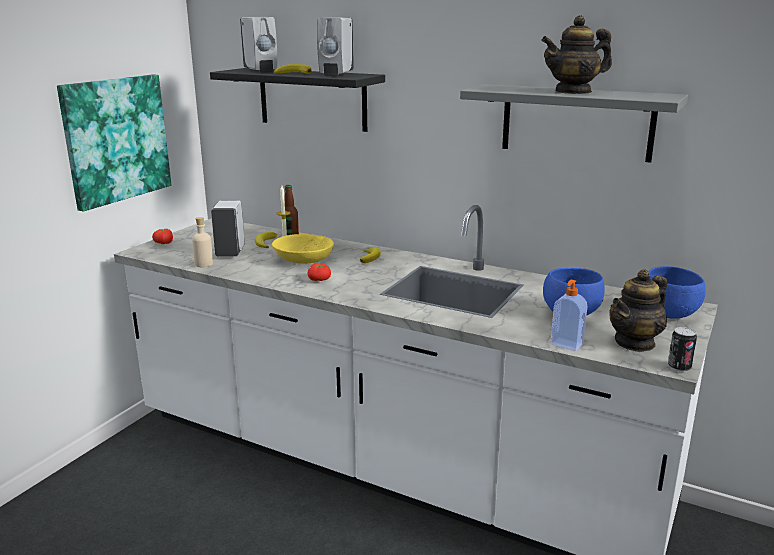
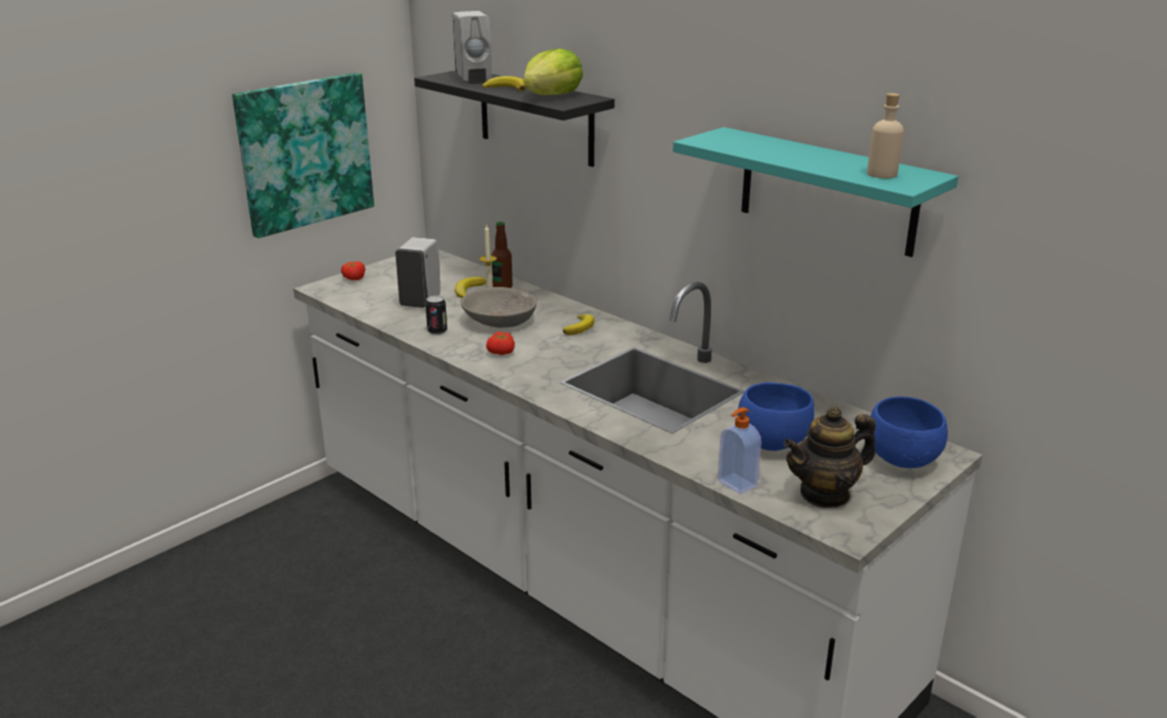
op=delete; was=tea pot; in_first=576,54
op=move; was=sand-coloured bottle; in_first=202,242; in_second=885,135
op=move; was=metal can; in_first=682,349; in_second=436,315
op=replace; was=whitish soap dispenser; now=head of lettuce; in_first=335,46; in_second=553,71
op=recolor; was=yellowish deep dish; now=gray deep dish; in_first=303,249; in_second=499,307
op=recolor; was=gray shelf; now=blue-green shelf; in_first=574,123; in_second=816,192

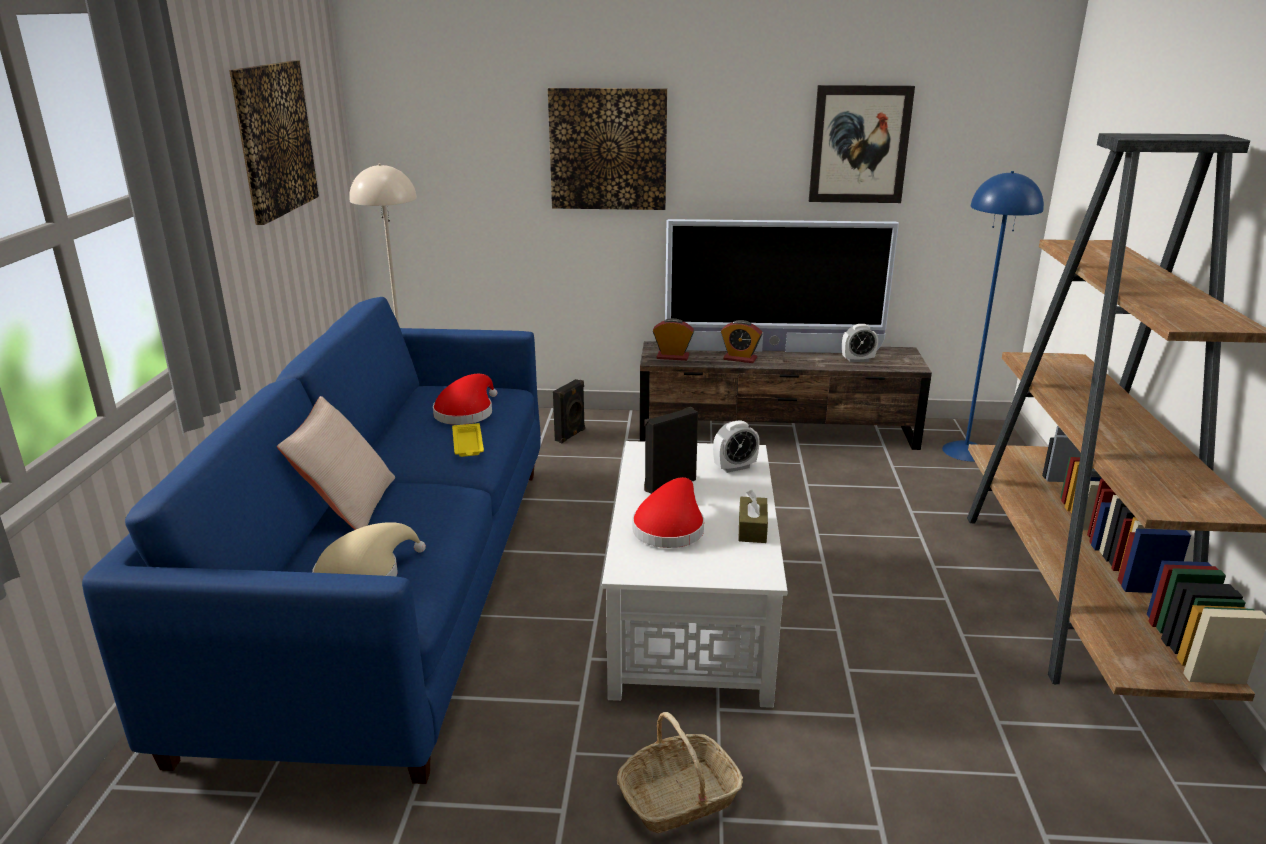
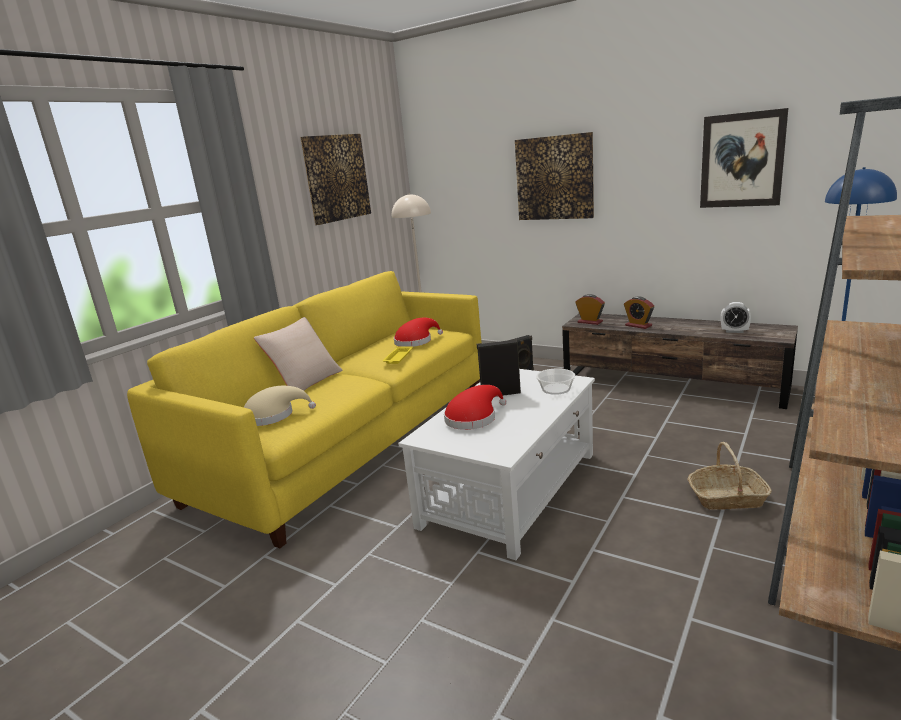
op=delete; was=TV set; in_first=782,286
op=delete; was=brown-coloured box of tissues; in_first=753,516
op=move; was=household basket; in_first=680,772; in_second=729,476
op=replace; was=alarm clock; now=deep dish; in_first=736,446; in_second=555,381
op=recolor; was=blue-coloured couch; now=yellowish couch; in_first=311,540; in_second=304,409

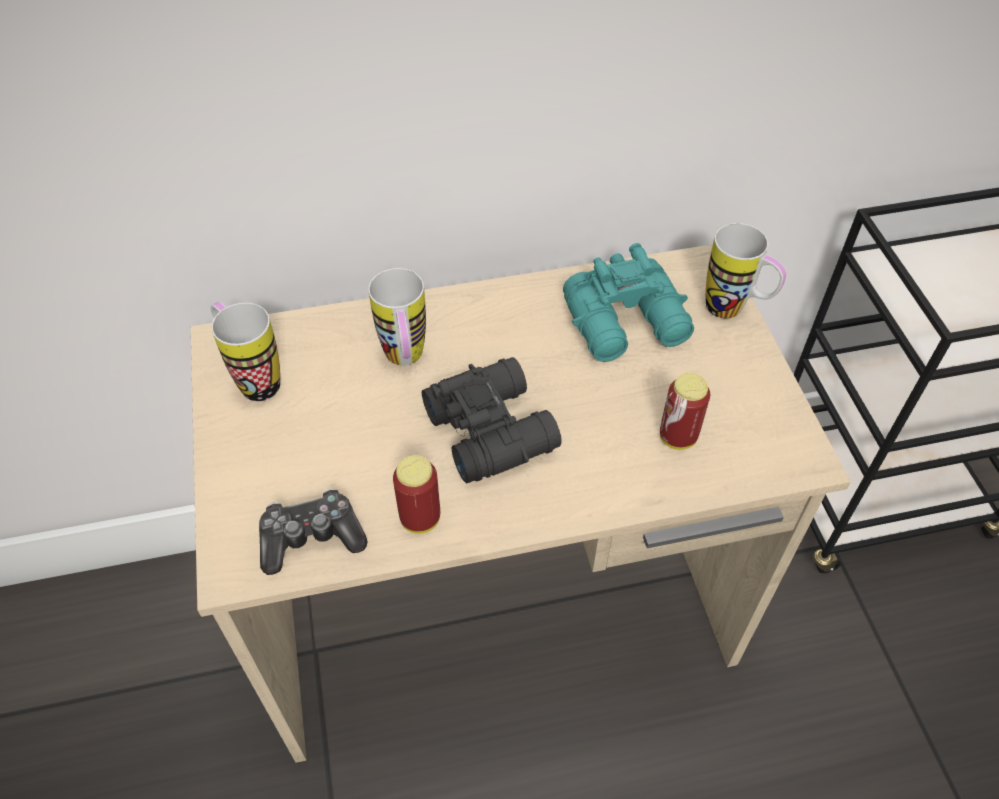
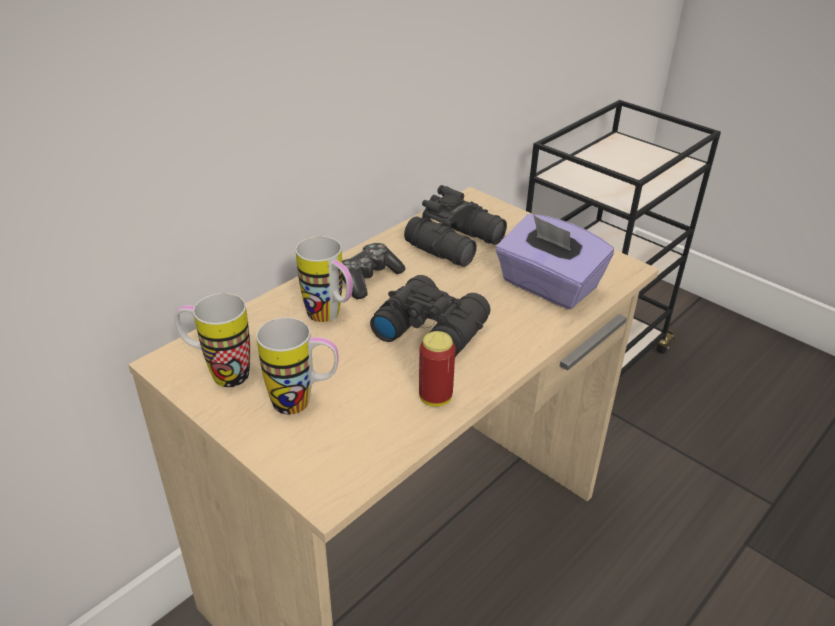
op=move; was=joypad; in_first=313,531; in_second=373,271
op=move; was=tea mug; in_first=746,271; in_second=297,366
op=replace; was=metal can; now=purplish box of tissues; in_first=685,411; in_second=555,262
op=recolor; was=blue-green field glasses; now=black-coloured field glasses; in_first=628,302; in_second=455,225

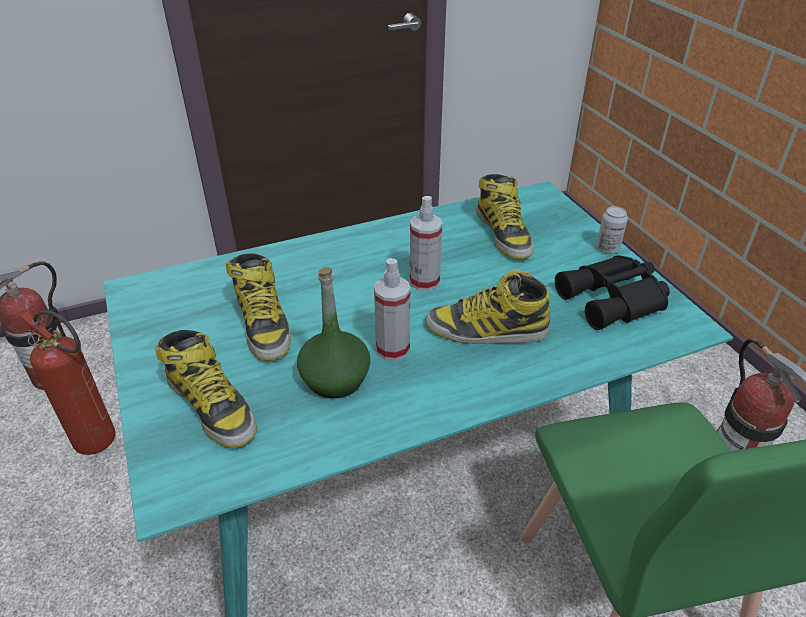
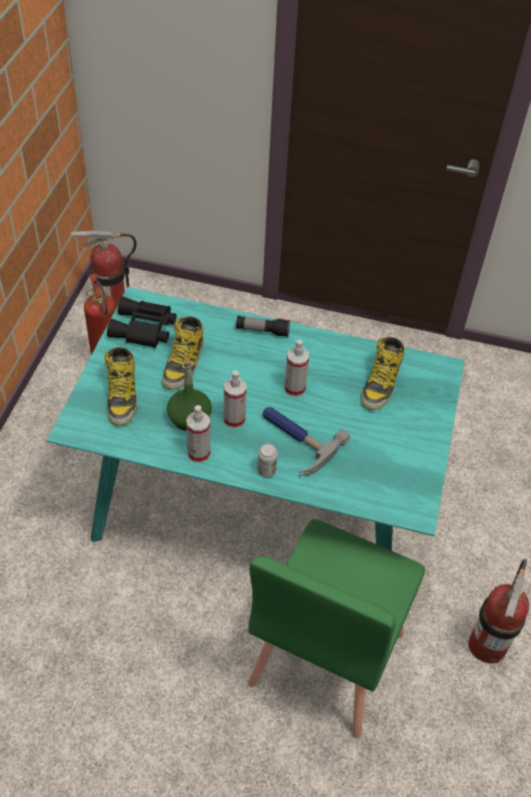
op=insert; now=hand sprayer; in_second=198,434
op=insert; now=hand torch; in_second=263,326
op=move; was=black-coloured field glasses; in_first=612,292; in_second=142,322
op=move; was=metal can; in_first=612,230; in_second=267,460
op=replace; was=tall boot; now=hammer; in_first=487,307; in_second=307,441

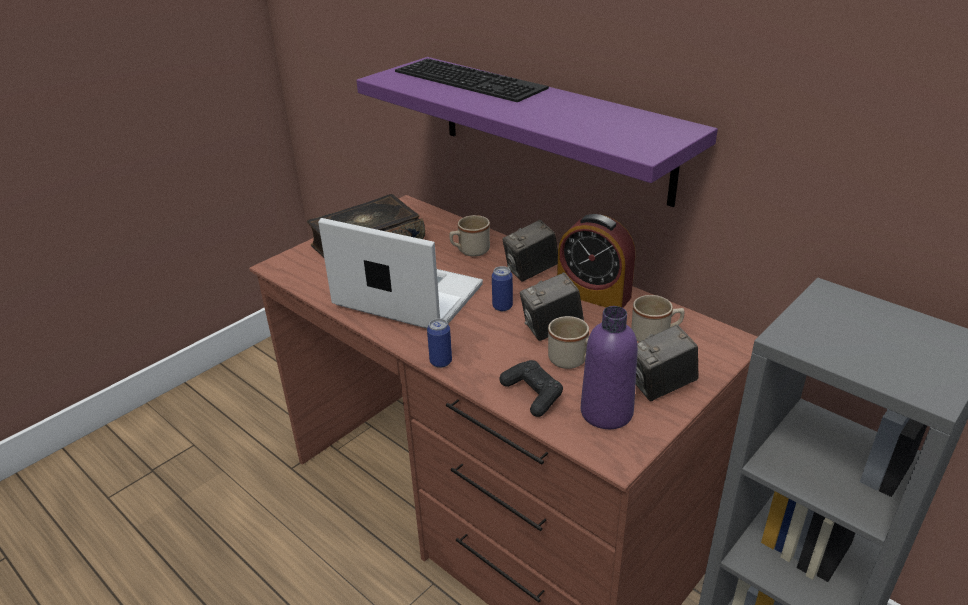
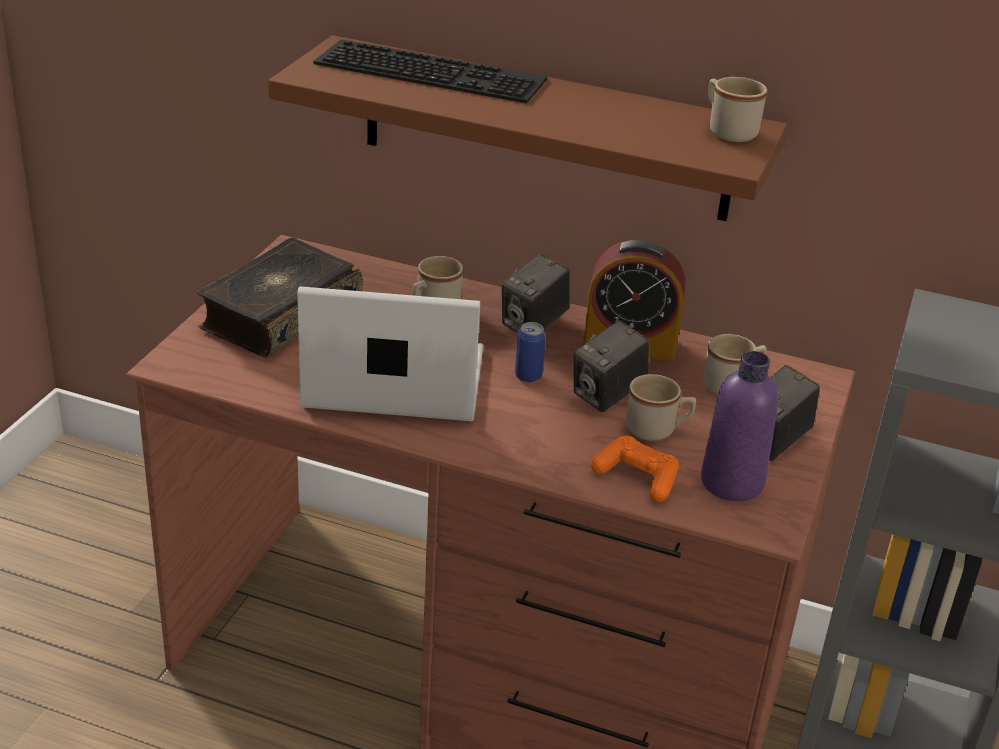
op=delete; was=metal can; in_first=439,343
op=insert; now=sand-coloured tea mug; in_second=737,109
op=recolor; was=purplish shelf; now=brown-coloured shelf; in_first=537,132; in_second=528,128
op=recolor; was=black-coloured joypad; now=orangey joypad; in_first=531,388; in_second=635,469

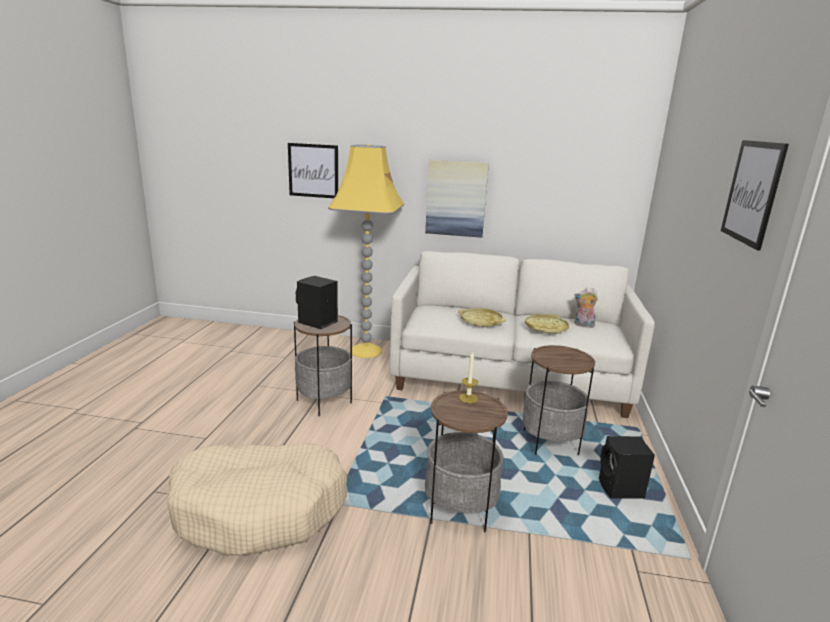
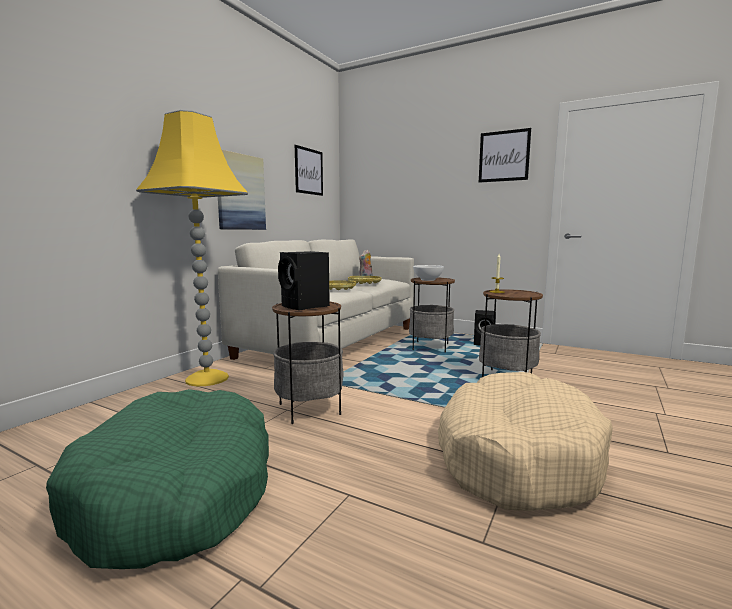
op=insert; now=green dog cushion; in_second=157,479
op=insert; now=whitish deep dish; in_second=428,273
op=move; was=wall art; in_first=313,170; in_second=309,170

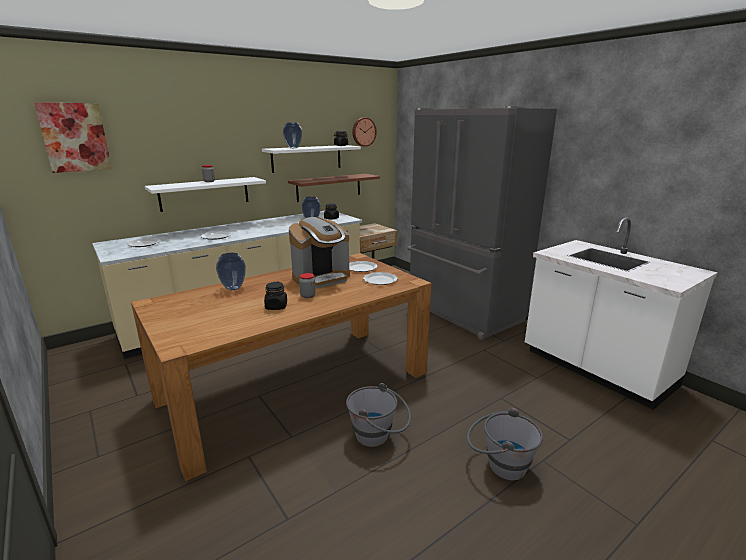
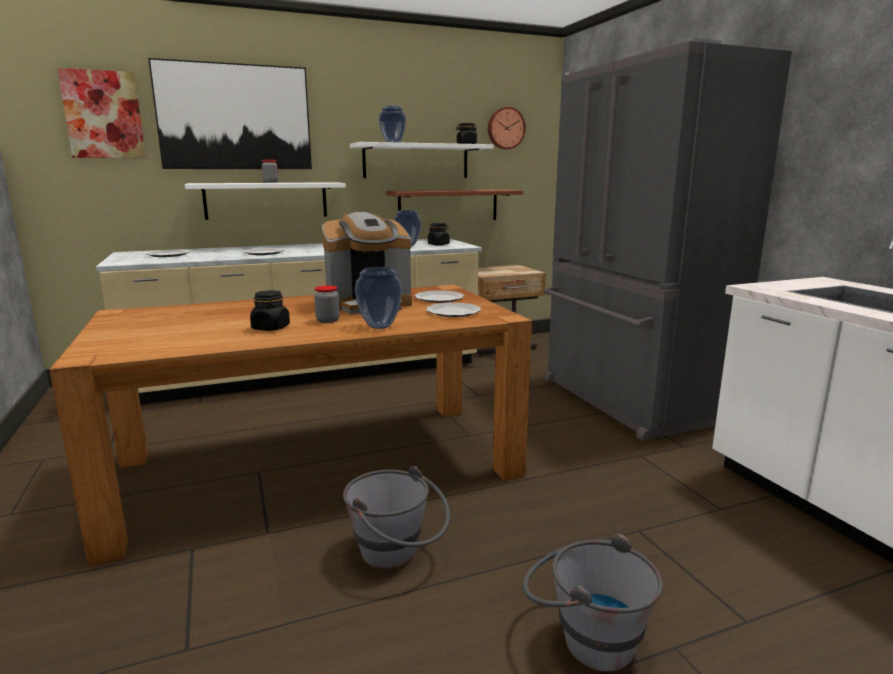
op=insert; now=wall art; in_second=230,113
op=move; was=decorative vase; in_first=231,271; in_second=378,298

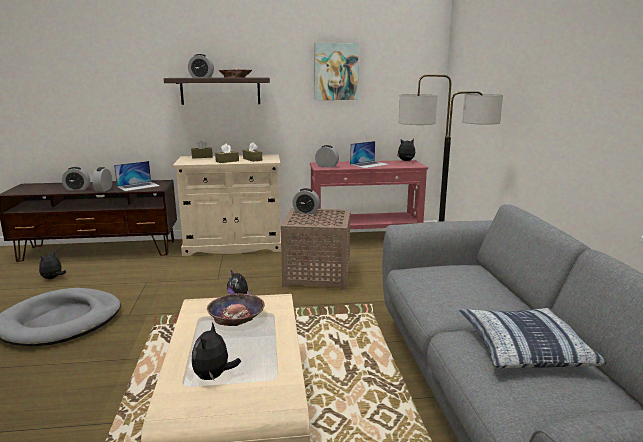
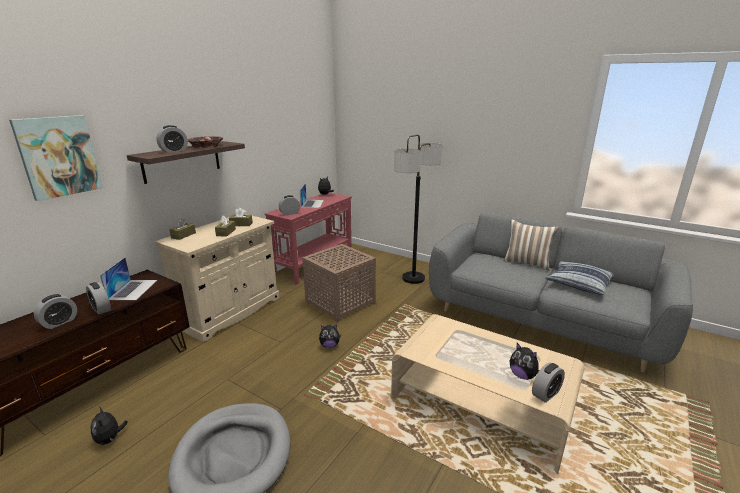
op=delete; was=deep dish; in_first=236,309
op=insert; now=cushion; in_second=531,245
op=move; was=alarm clock; in_first=306,201; in_second=548,383
op=move; was=wall art; in_first=336,71; in_second=56,158

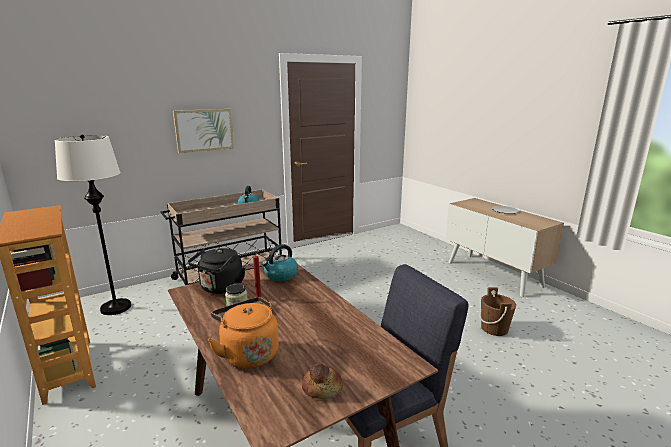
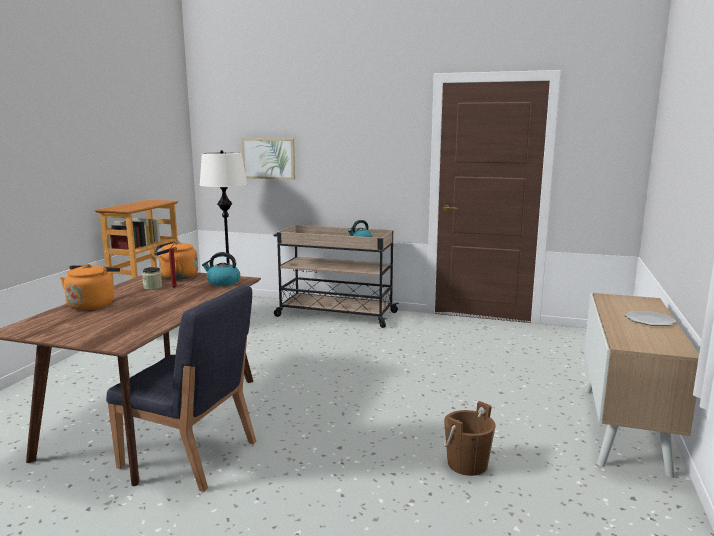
op=delete; was=bakery bread; in_first=322,381
op=move; was=wall art; in_first=203,131; in_second=268,159
op=recolor; was=black-coloured water kettle; now=orangey water kettle; in_first=217,271; in_second=176,260

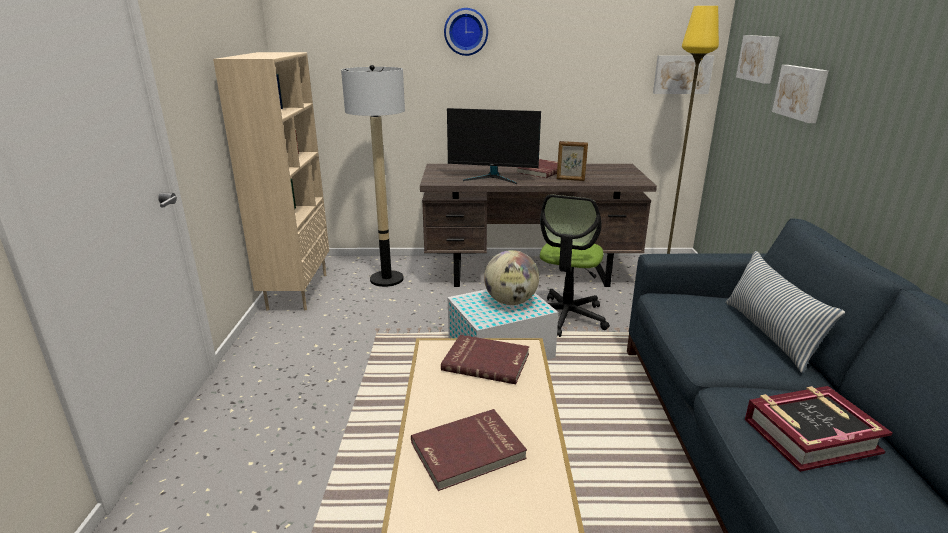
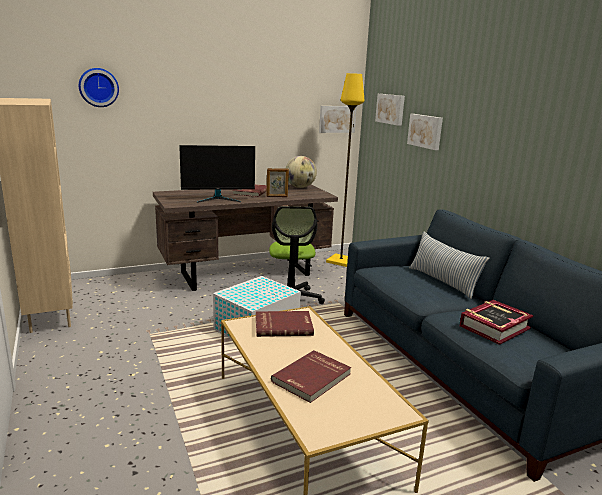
op=delete; was=floor lamp; in_first=373,176
op=move; was=wall clock; in_first=466,32; in_second=99,87
op=move; was=globe; in_first=511,277; in_second=301,172

